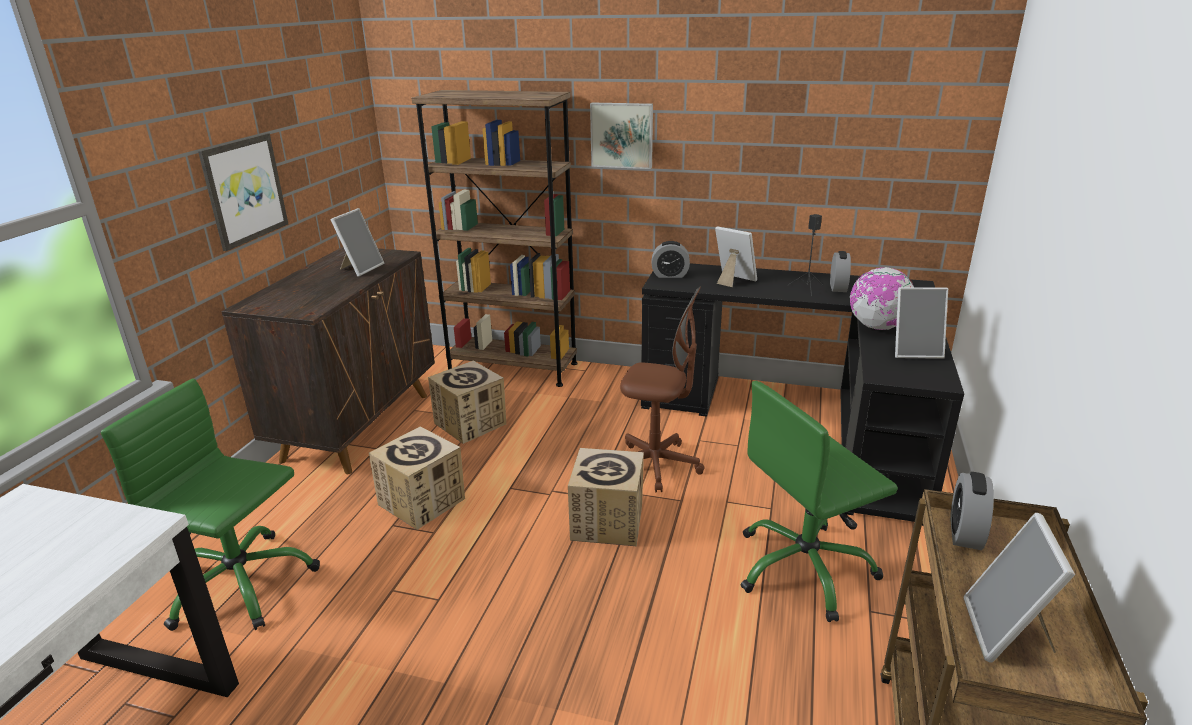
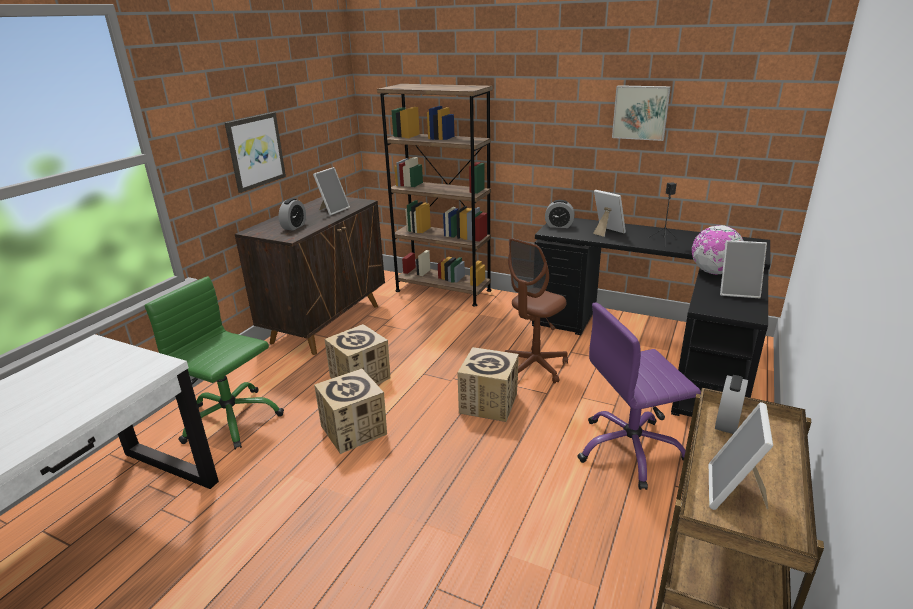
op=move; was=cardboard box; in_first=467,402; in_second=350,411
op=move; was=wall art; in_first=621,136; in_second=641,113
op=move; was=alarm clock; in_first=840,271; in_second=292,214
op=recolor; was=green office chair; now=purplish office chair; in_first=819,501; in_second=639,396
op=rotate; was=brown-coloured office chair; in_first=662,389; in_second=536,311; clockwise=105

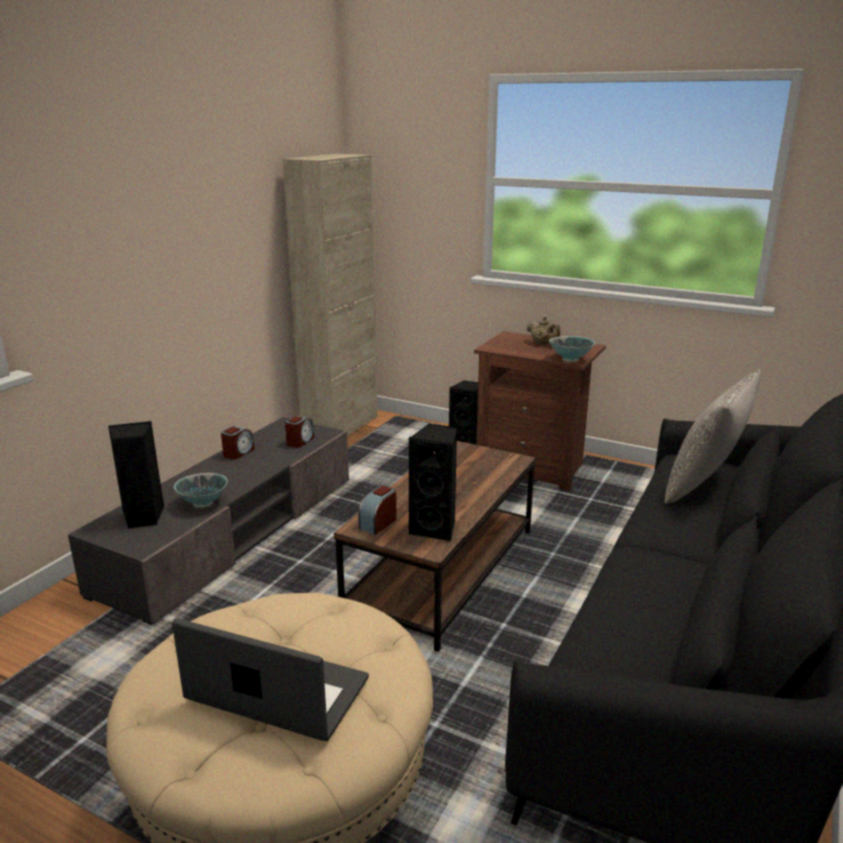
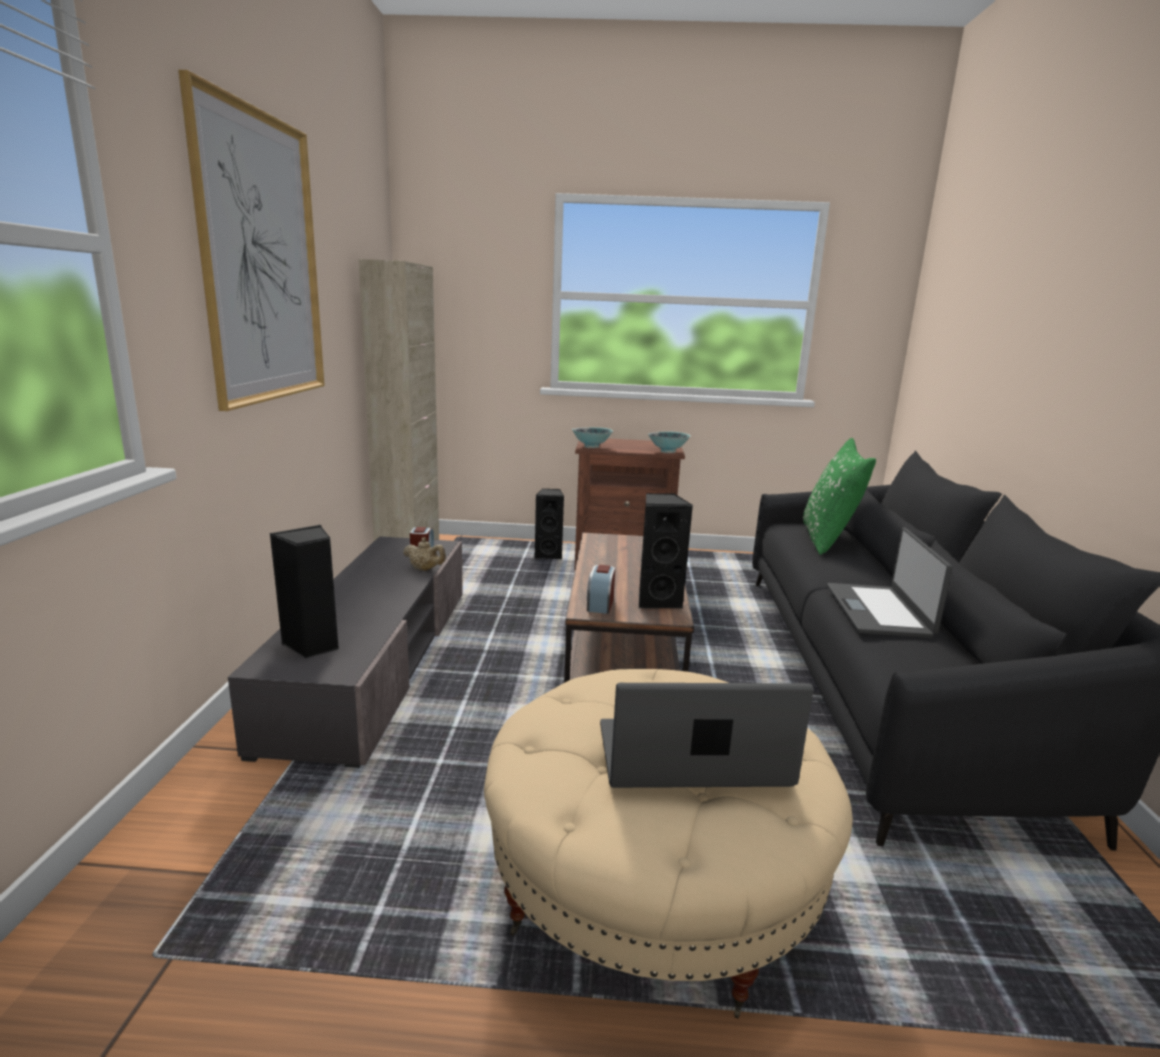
op=delete; was=alarm clock; in_first=238,443
op=insert; now=wall art; in_second=251,240
op=insert; now=notebook computer; in_second=890,582
op=move; was=deep dish; in_first=201,490; in_second=592,437
op=move; was=sand-coloured tea pot; in_first=543,330; in_second=424,554
op=recolor; was=gray cushion; now=green cushion; in_first=712,436; in_second=839,496

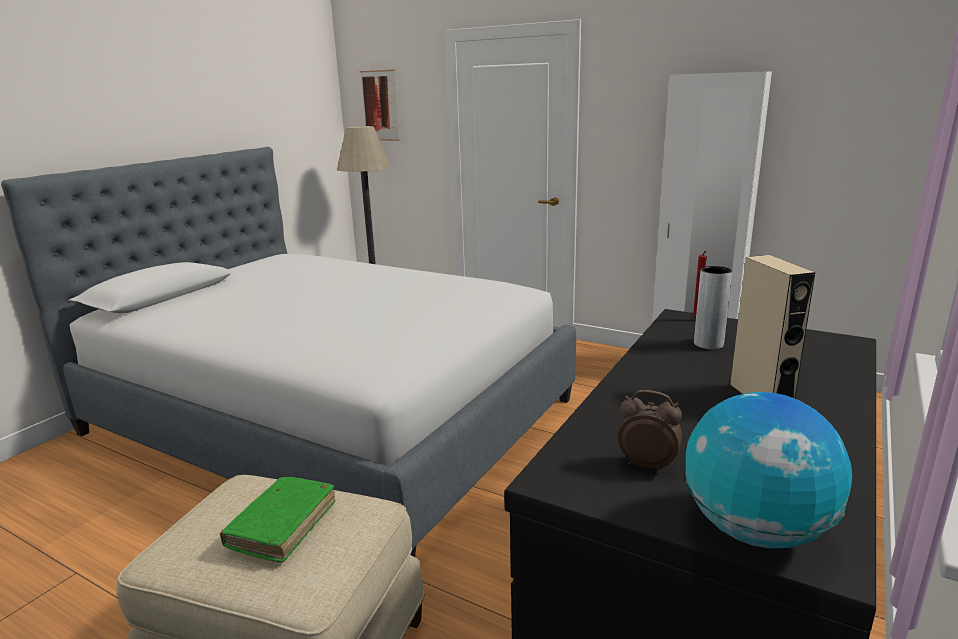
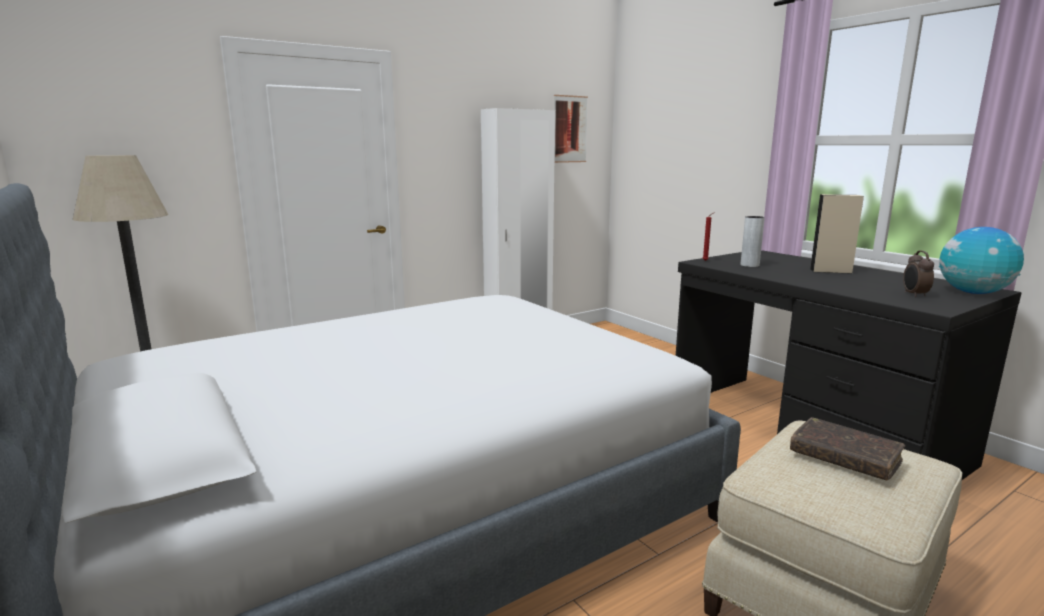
op=move; was=wall art; in_first=380,105; in_second=571,129
op=recolor; was=green volume; now=brown-coloured volume; in_first=277,519; in_second=847,448
op=rotate; was=alarm clock; in_first=650,431; in_second=918,273; clockwise=-45

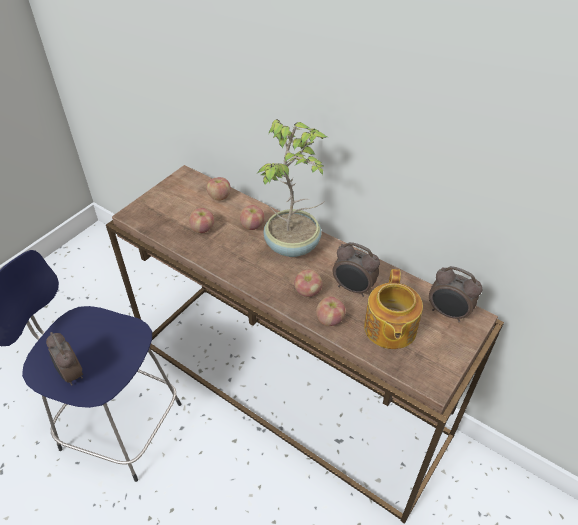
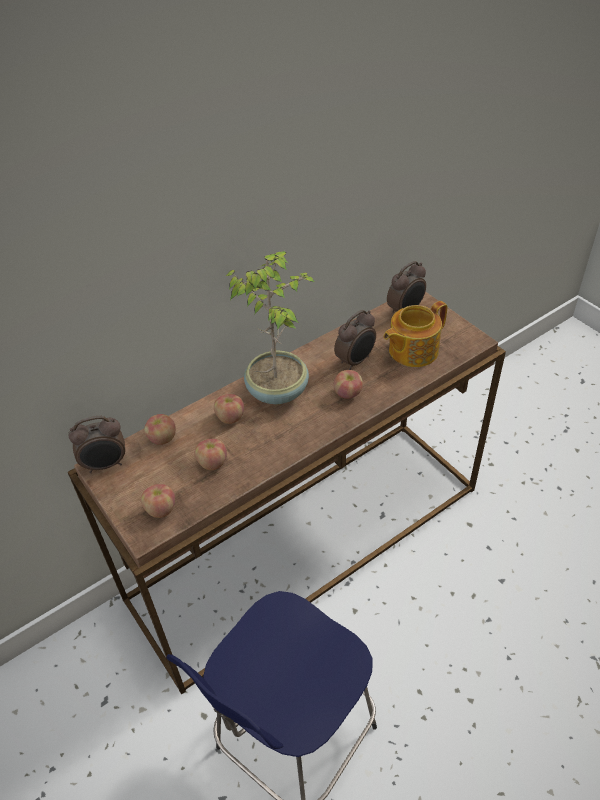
op=move; was=alarm clock; in_first=64,359; in_second=97,444
op=move; was=apple fruit; in_first=331,311; in_second=158,501
op=rotate; was=tea pot; in_first=393,309; in_second=415,334; clockwise=120

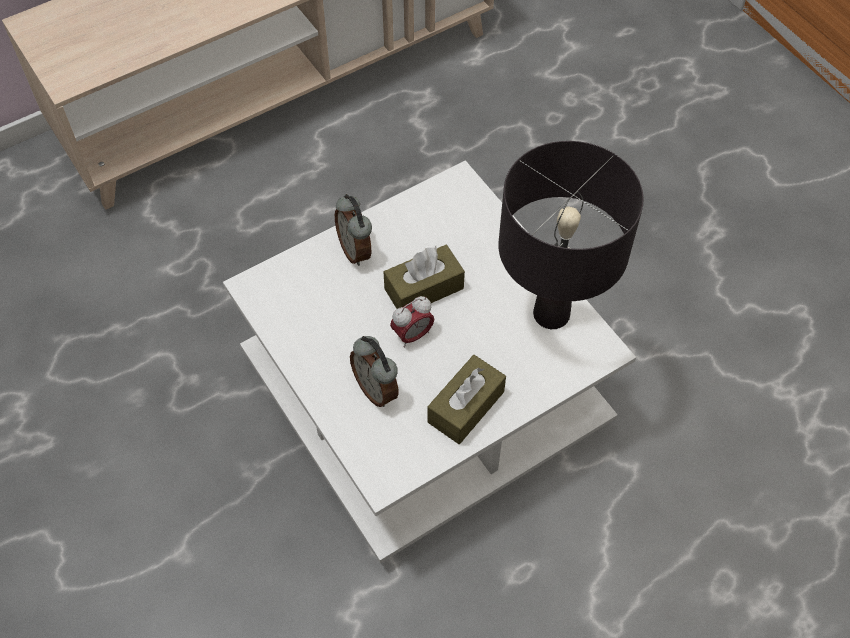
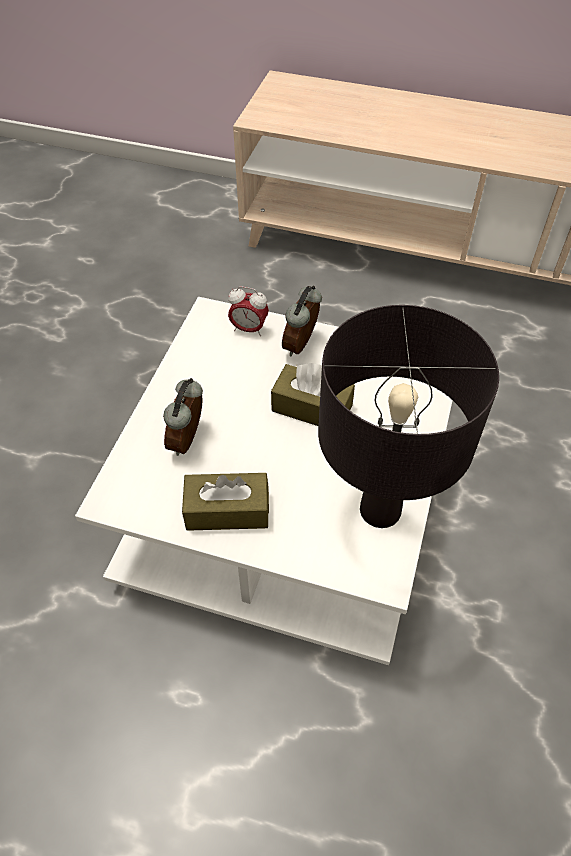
op=move; was=alarm clock; in_first=412,321; in_second=248,311

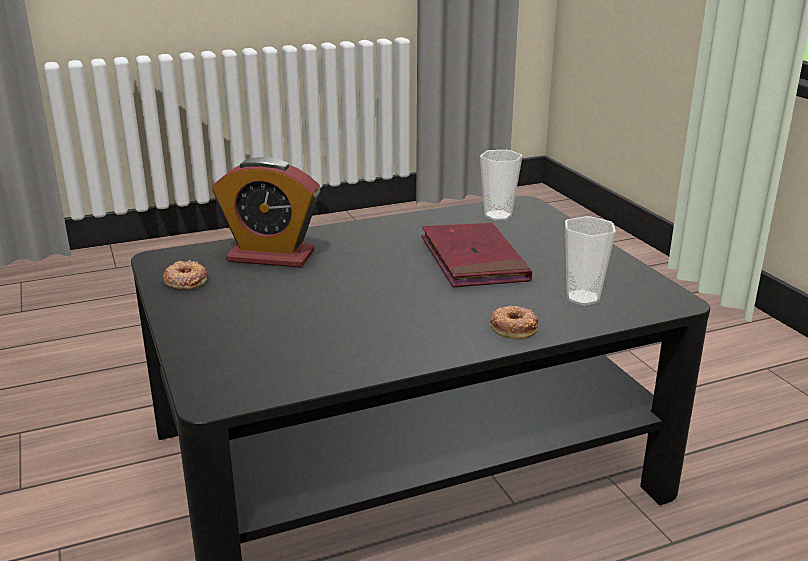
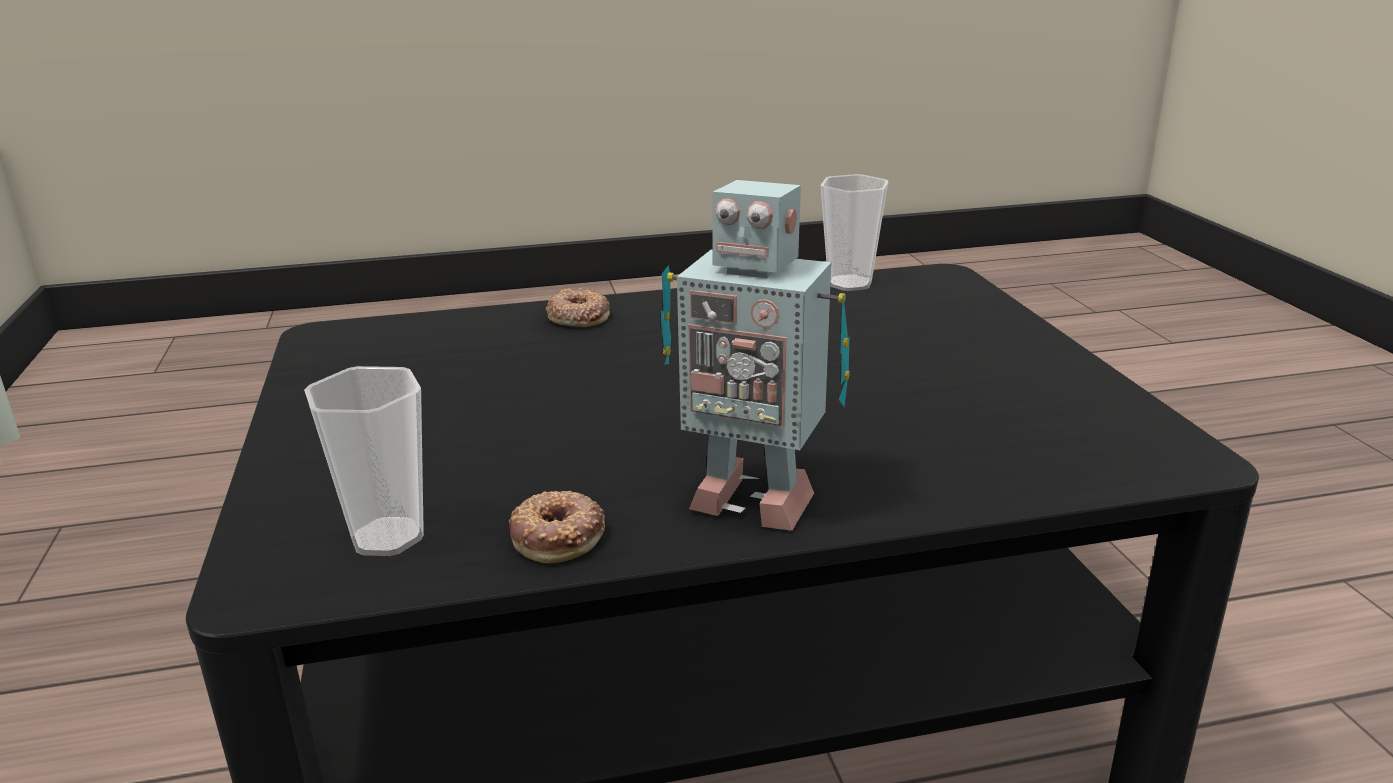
op=delete; was=alarm clock; in_first=266,212
op=delete; was=red-coloured volume; in_first=476,255
op=insert; now=toy robot; in_second=755,355
op=move; was=ring doughnut; in_first=185,274; in_second=557,527
op=move; was=cup; in_first=590,261; in_second=854,232

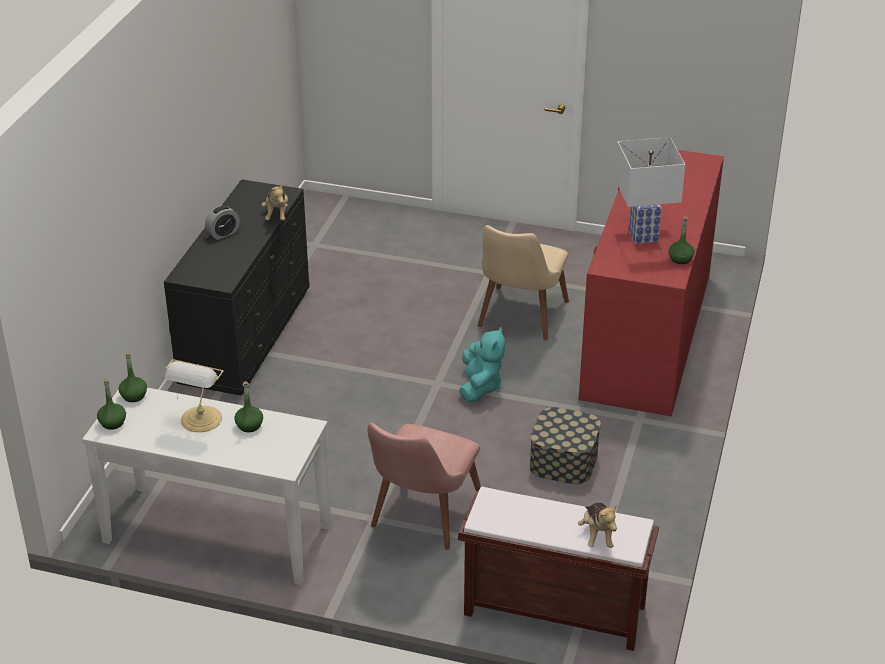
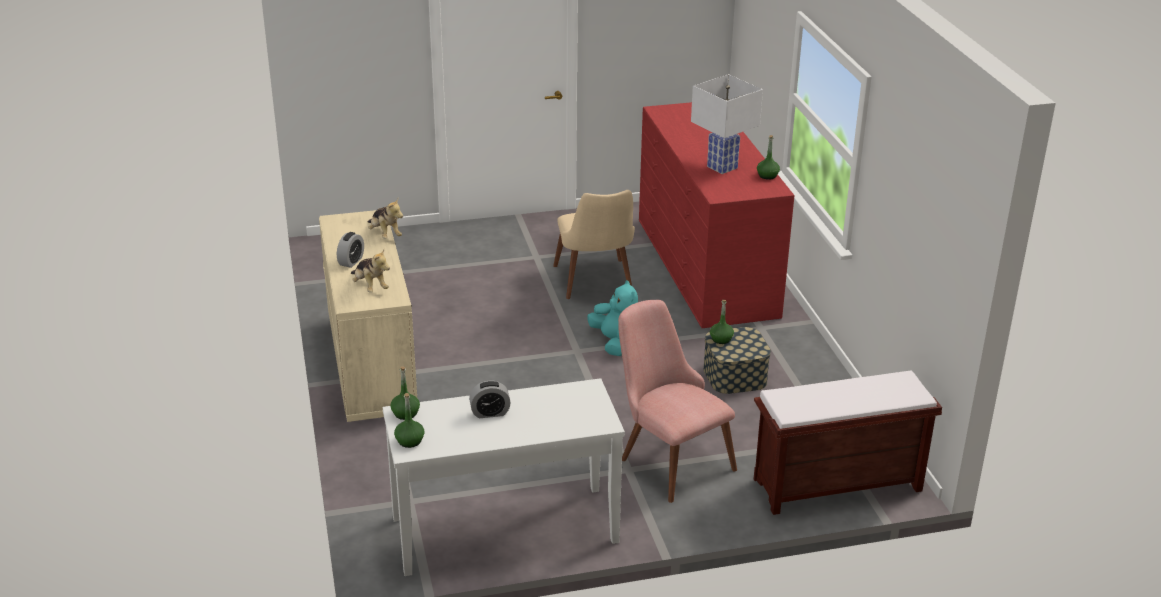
op=move; was=green bottle; in_first=248,406; in_second=722,322
op=move; was=cuddly toy; in_first=597,525; in_second=370,271
op=replace; was=lamp for a table; now=alarm clock; in_first=194,395; in_second=490,399
op=recolor; was=black-coloured dresser; now=sand-coloured dresser; in_first=237,287; in_second=368,316
op=rotate; was=pink-coloured chair; in_first=424,486; in_second=677,401; clockwise=150

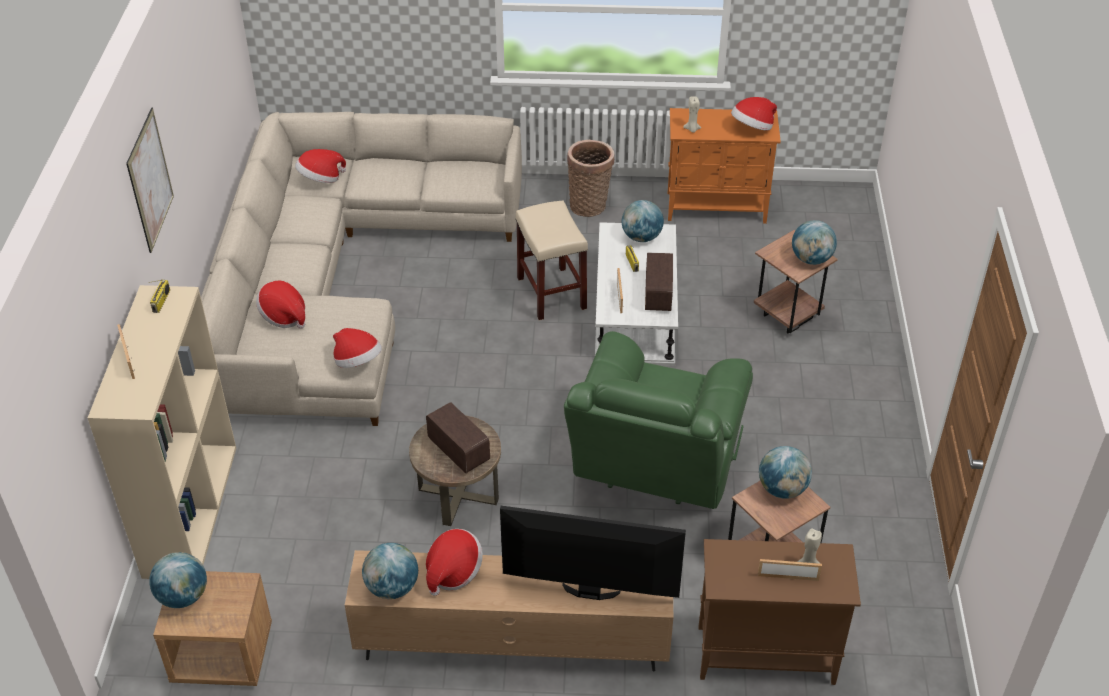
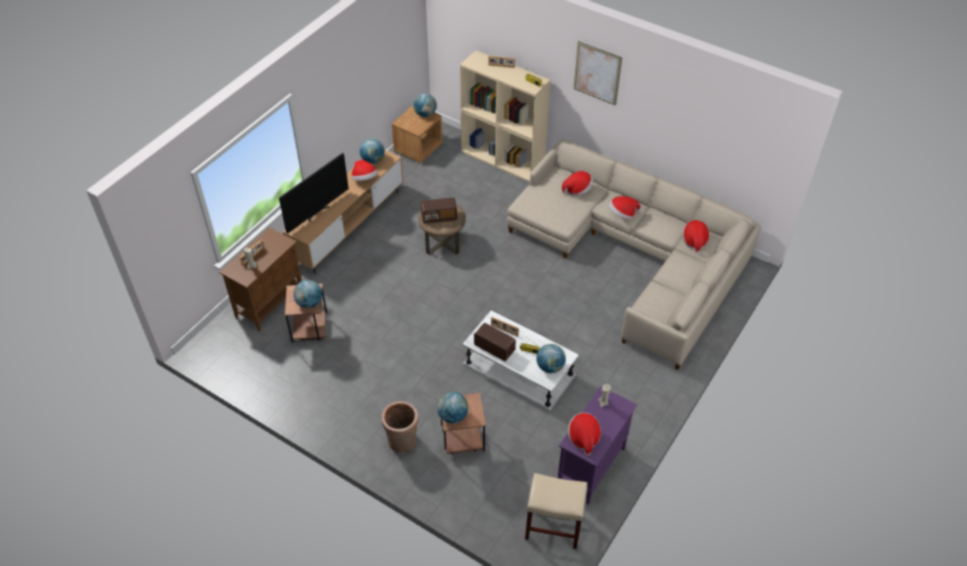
op=delete; was=green armchair; in_first=658,420
op=move; was=hat; in_first=357,348; in_second=624,207
op=move; was=sand-coloured stool; in_first=551,260; in_second=556,511
op=move; was=household basket; in_first=590,178; in_second=400,427
op=recolor; was=orangey storage cabinet; now=purplish storage cabinet; in_first=724,166; in_second=597,445

